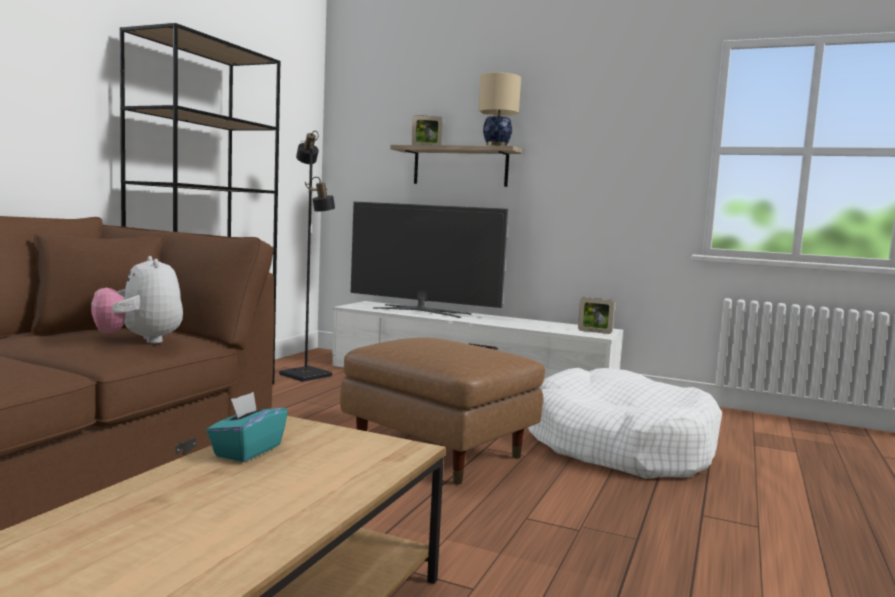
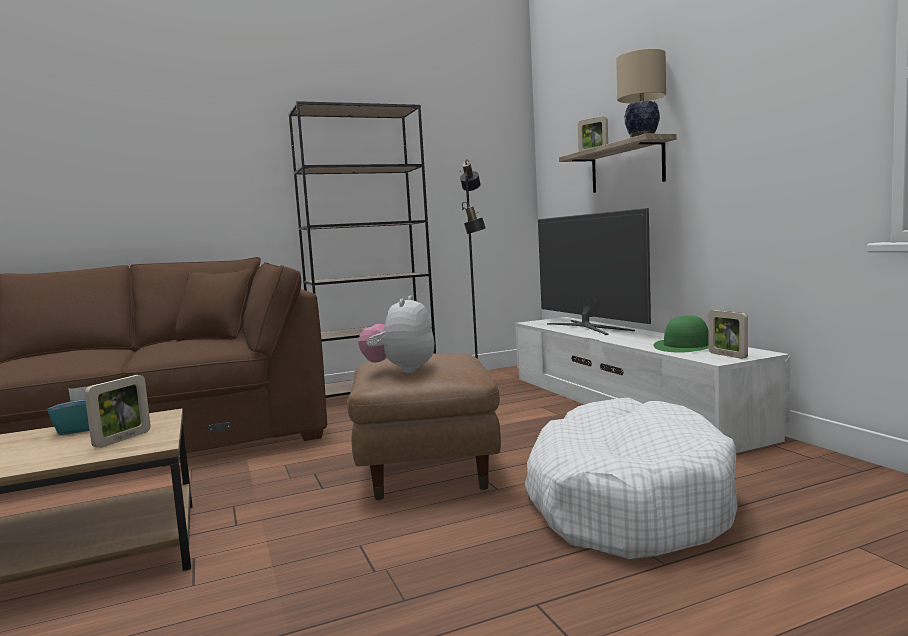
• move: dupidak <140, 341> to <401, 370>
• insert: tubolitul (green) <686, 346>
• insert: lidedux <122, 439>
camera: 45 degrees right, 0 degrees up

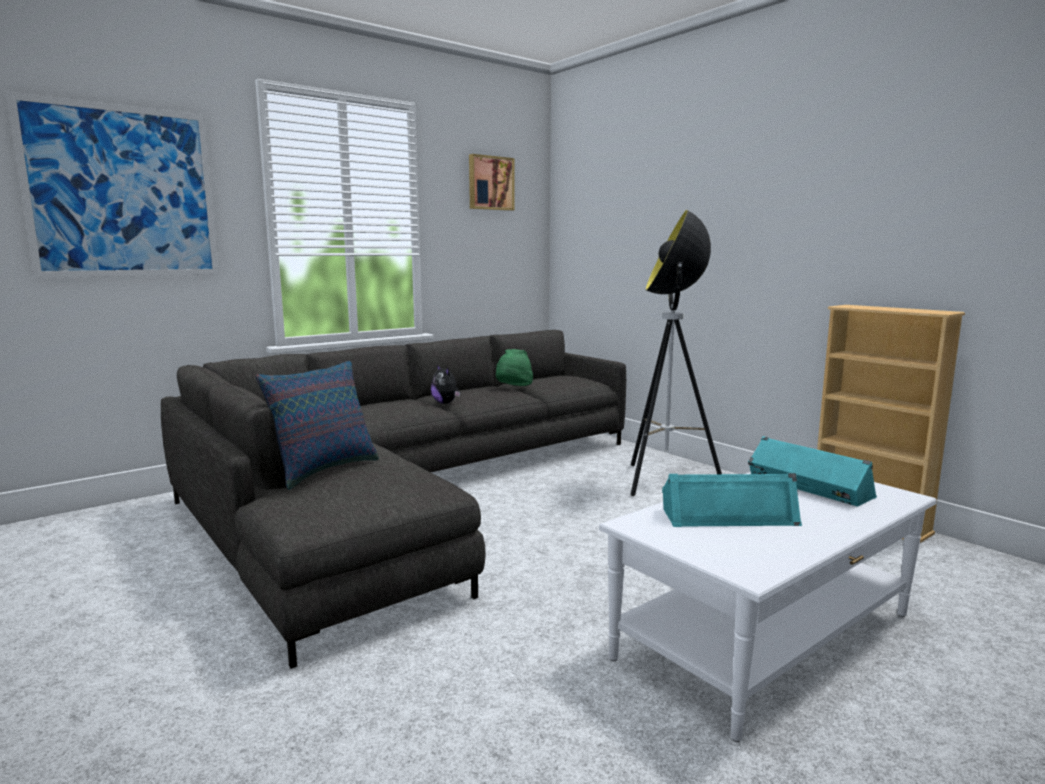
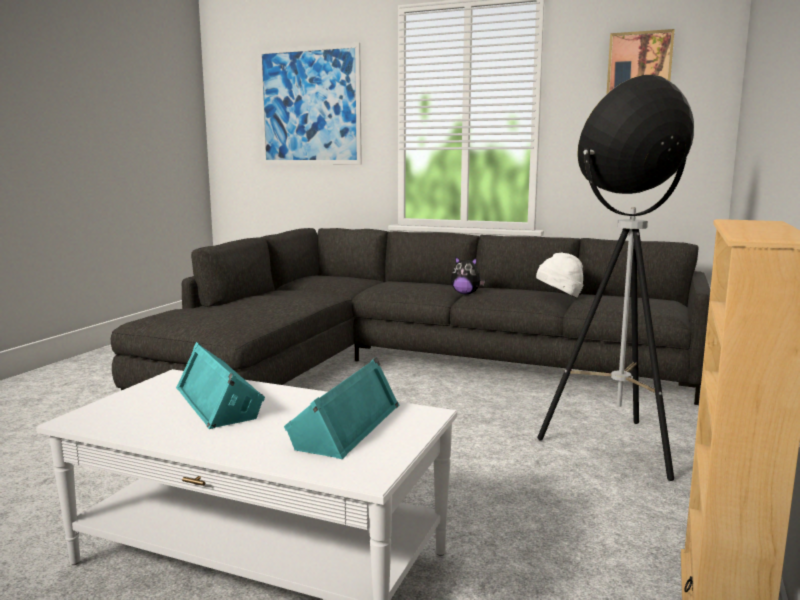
• recolor: tubolitul (green) <513, 388> to tubolitul (white) <559, 297>
• delete: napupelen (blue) <325, 471>
• rotate: dupidak <446, 403> = <466, 294> 90 degrees counterclockwise
camera: 60 degrees right, 0 degrees up

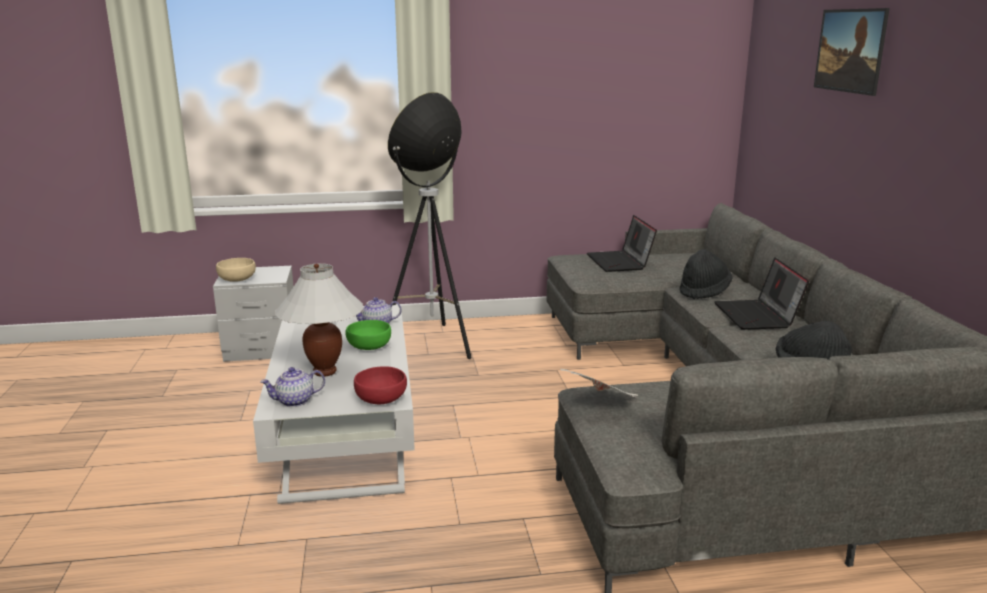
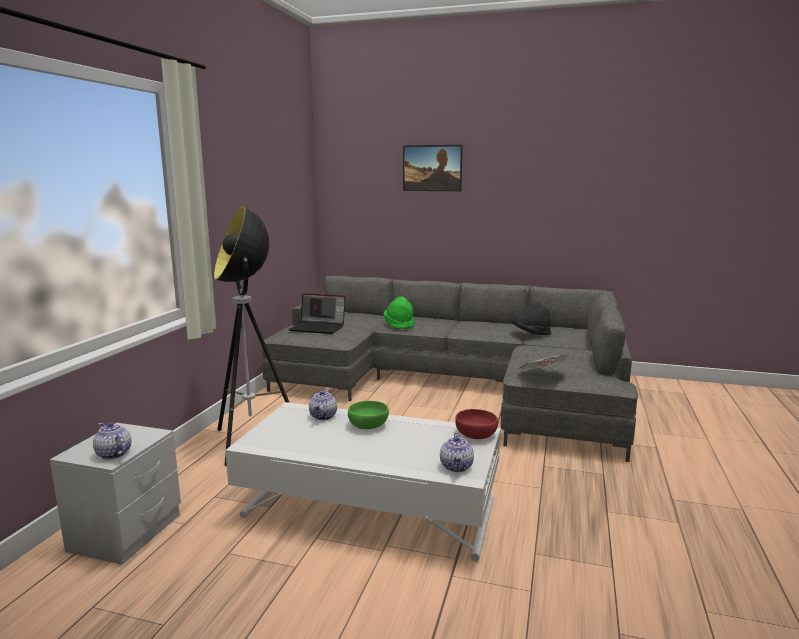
• recolor: tubolitul (black) <704, 292> to tubolitul (green) <399, 324>
• delete: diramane <757, 316>
• replace: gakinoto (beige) <236, 279> to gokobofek <113, 454>
• delete: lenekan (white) <325, 372>
camera: 65 degrees left, 5 degrees down

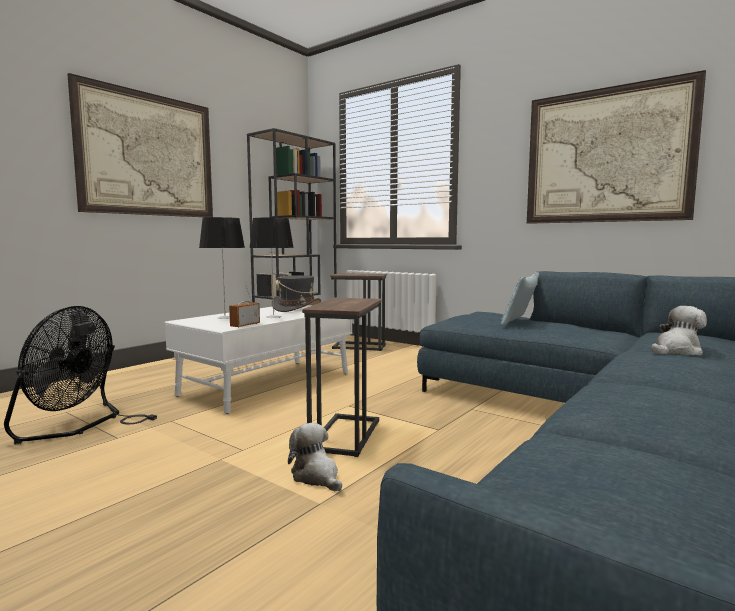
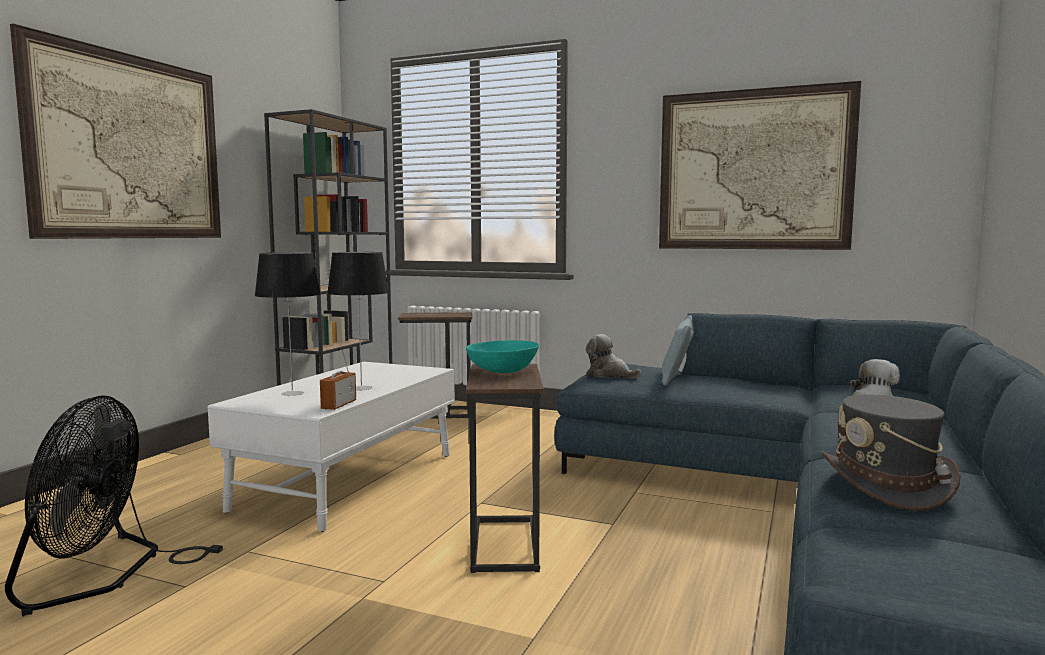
• move: tubolitul (grey) <296, 308> to <886, 485>
• move: dupidak <316, 476> to <609, 375>
• insert: gakinoto (turquoise) <503, 370>
camera: 15 degrees left, 0 degrees up

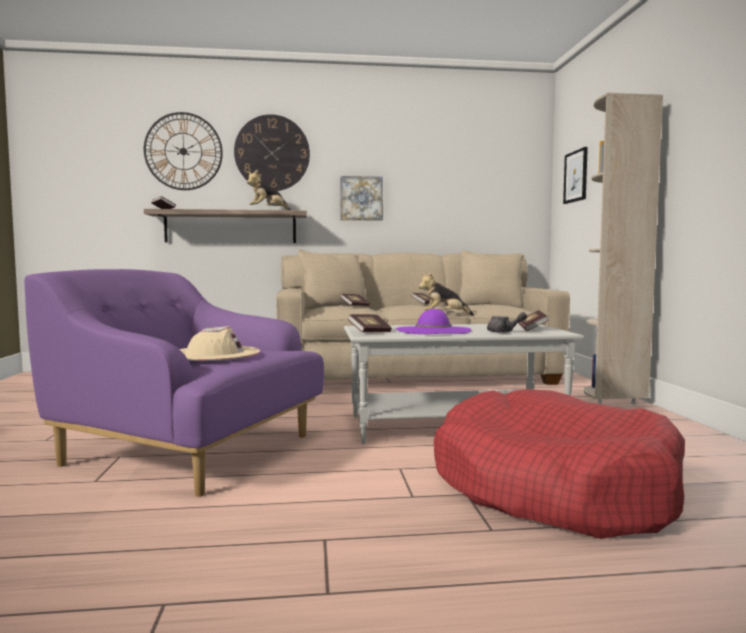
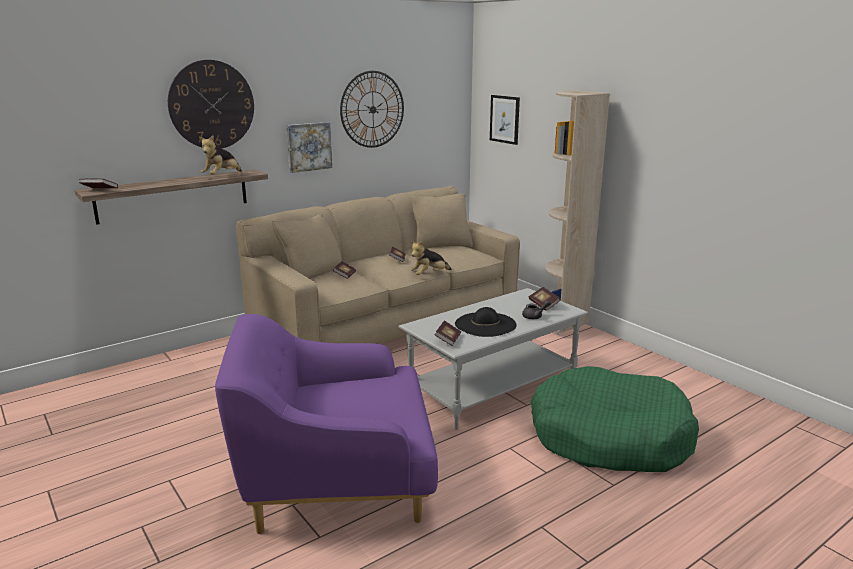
• move: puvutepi <183, 151> to <372, 109>
• recolor: tubolitul (purple) <433, 330> to tubolitul (black) <485, 324>
• delete: tubolitul (beige) <214, 354>
• recolor: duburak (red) <551, 487> to duburak (green) <609, 437>
camera: 30 degrees left, 15 degrees up

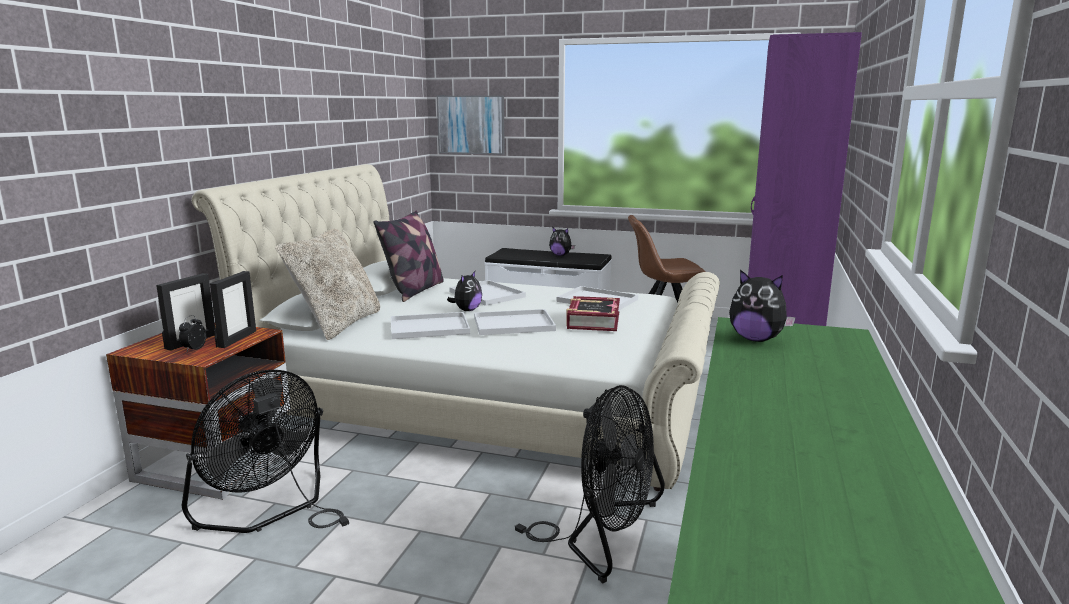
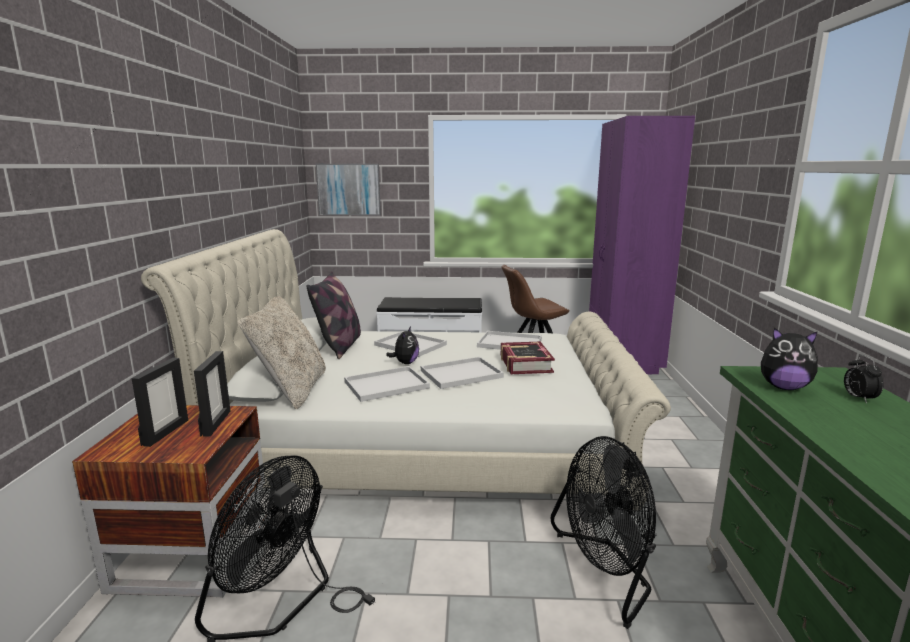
• delete: dupidak <560, 255>
• move: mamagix <194, 349> to <858, 398>
• rotate: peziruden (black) <600, 534> = <610, 567> 150 degrees clockwise
camera: 15 degrees left, 0 degrees up

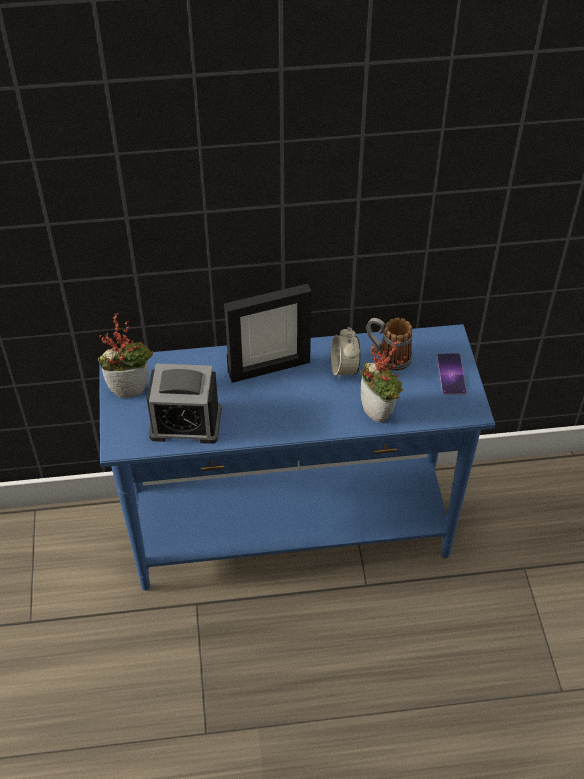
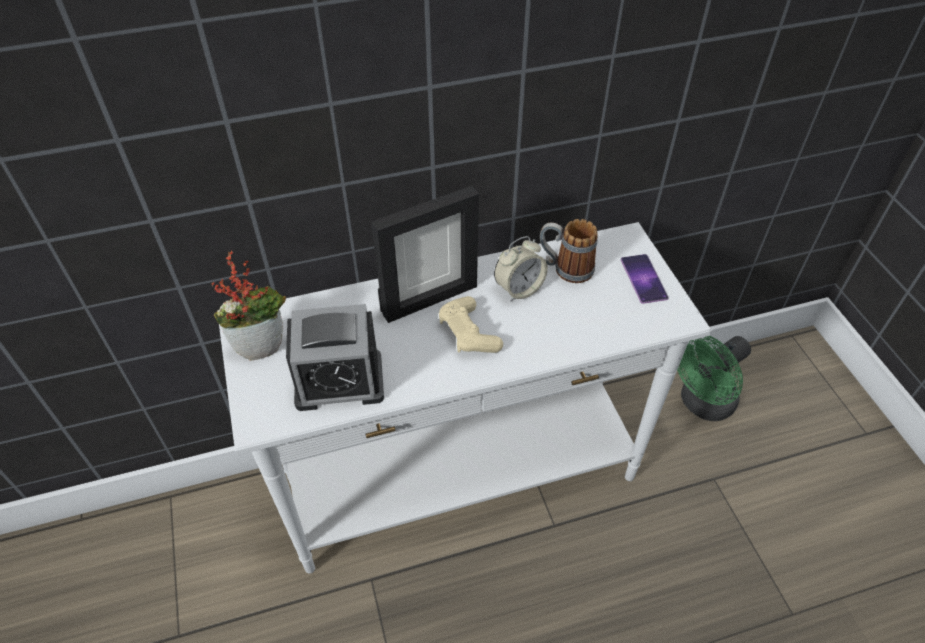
• recolor: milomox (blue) <293, 532> to milomox (white) <463, 477>
• rotate: mamagix <344, 369> = <519, 289> 105 degrees counterclockwise
• delete: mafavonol <379, 412>
• insert: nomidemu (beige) <468, 333>
• insert: peziruden (green) <701, 404>
camera: 10 degrees left, 0 degrees up

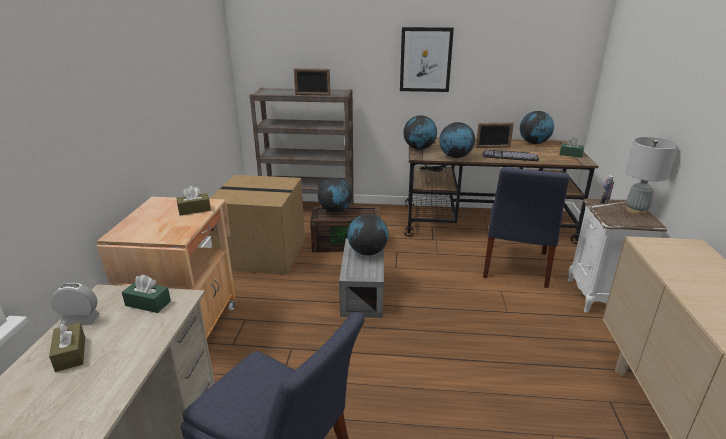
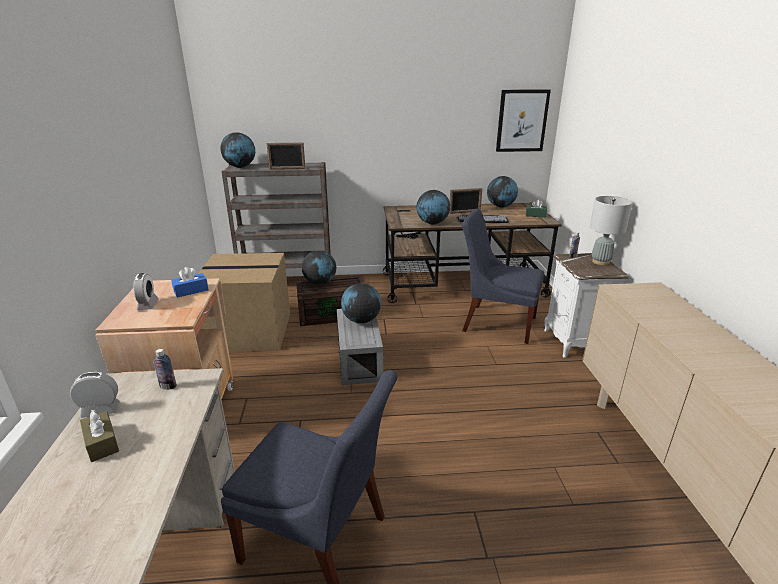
• move: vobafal <425, 60> to <522, 121>
• move: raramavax <419, 148> to <240, 167>
• rotate: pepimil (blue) <515, 267> = <495, 323> 105 degrees clockwise
• recolor: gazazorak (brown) <194, 210> to gazazorak (blue) <191, 291>
• replace: gazazorak (green) <148, 303> to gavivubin <168, 386>
• insert: mamagix <148, 305>
camera: 10 degrees left, 0 degrees up

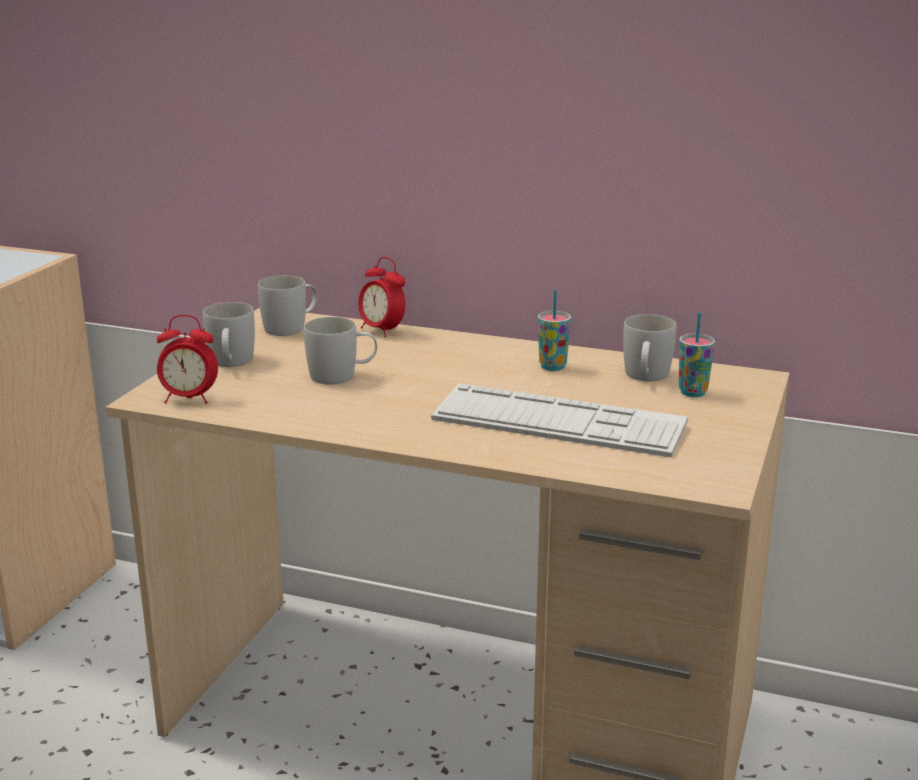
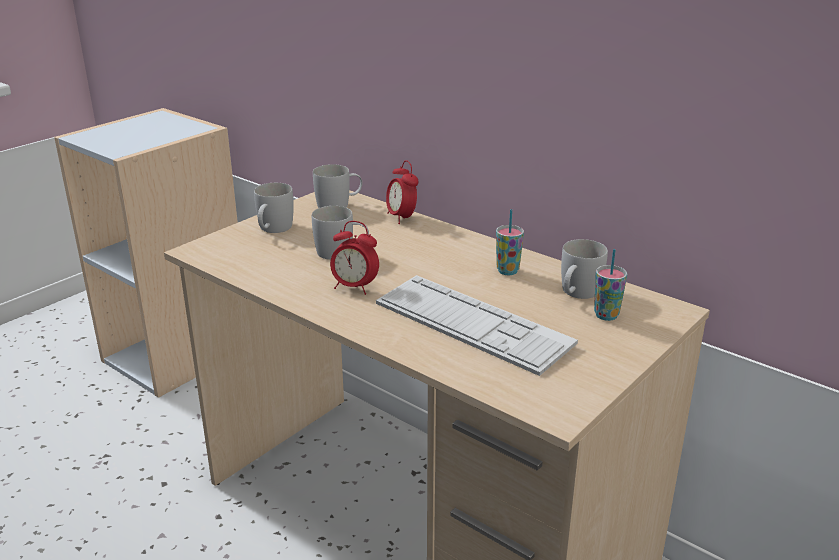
• move: mamagix <189, 399> to <354, 287>
camera: 20 degrees right, 5 degrees up

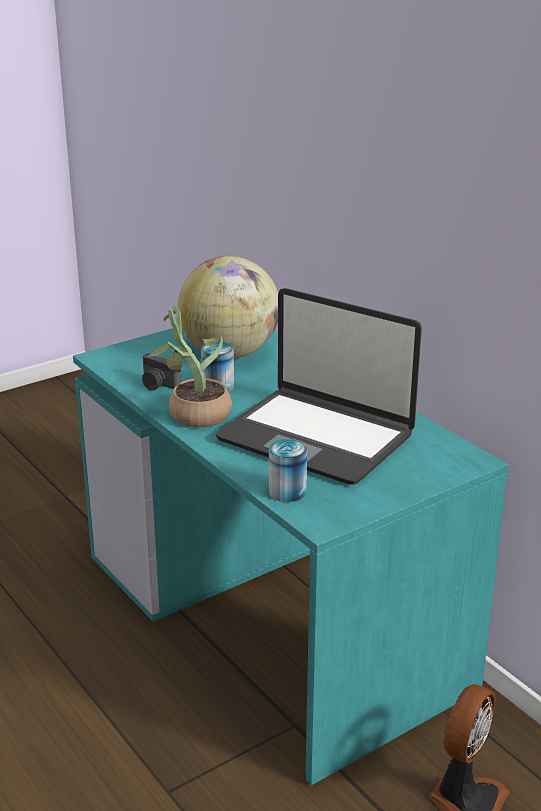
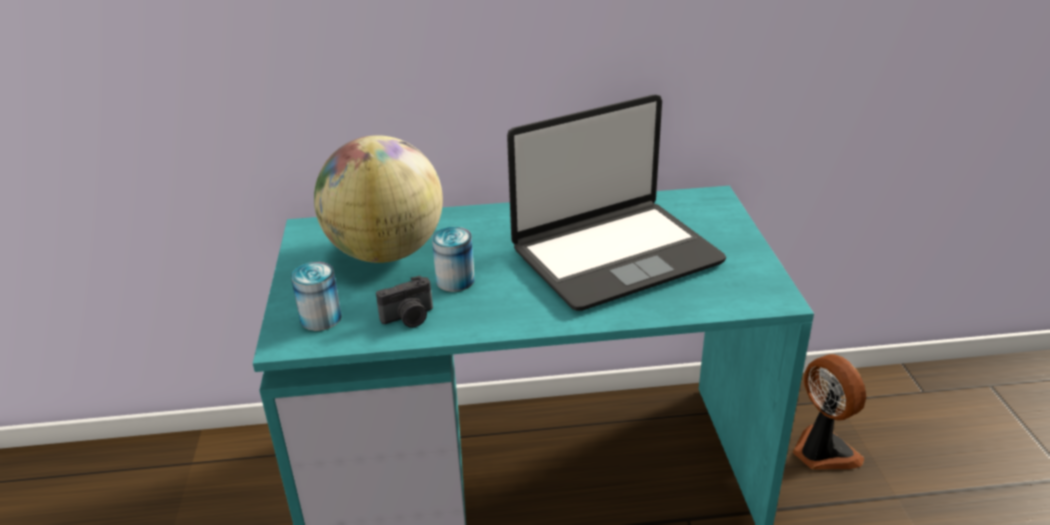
• delete: mafavonol <193, 413>
• move: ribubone <287, 492> to <321, 318>
camera: 60 degrees left, 5 degrees up

